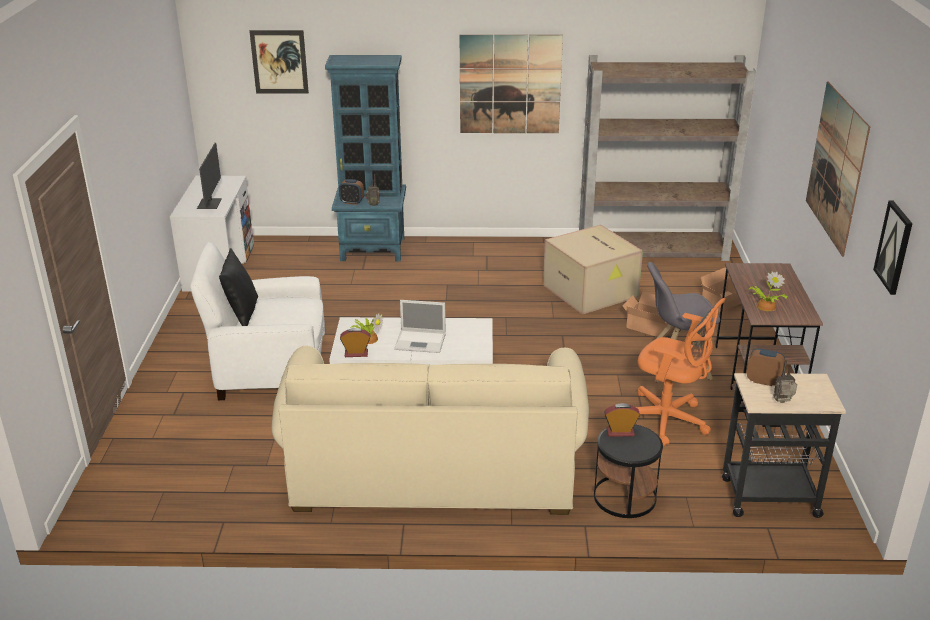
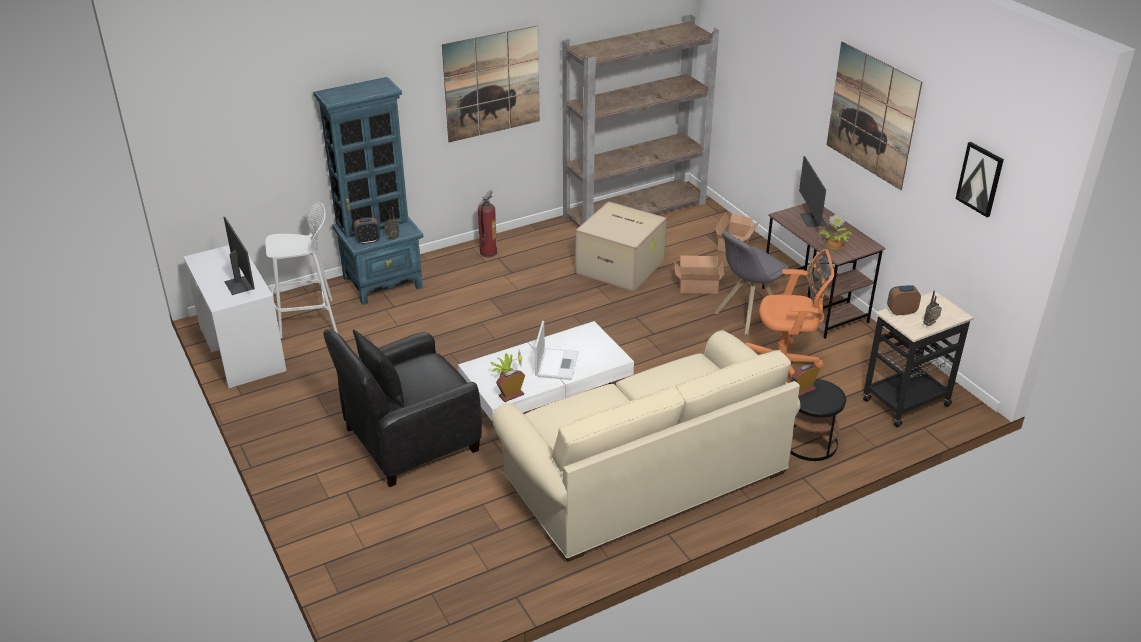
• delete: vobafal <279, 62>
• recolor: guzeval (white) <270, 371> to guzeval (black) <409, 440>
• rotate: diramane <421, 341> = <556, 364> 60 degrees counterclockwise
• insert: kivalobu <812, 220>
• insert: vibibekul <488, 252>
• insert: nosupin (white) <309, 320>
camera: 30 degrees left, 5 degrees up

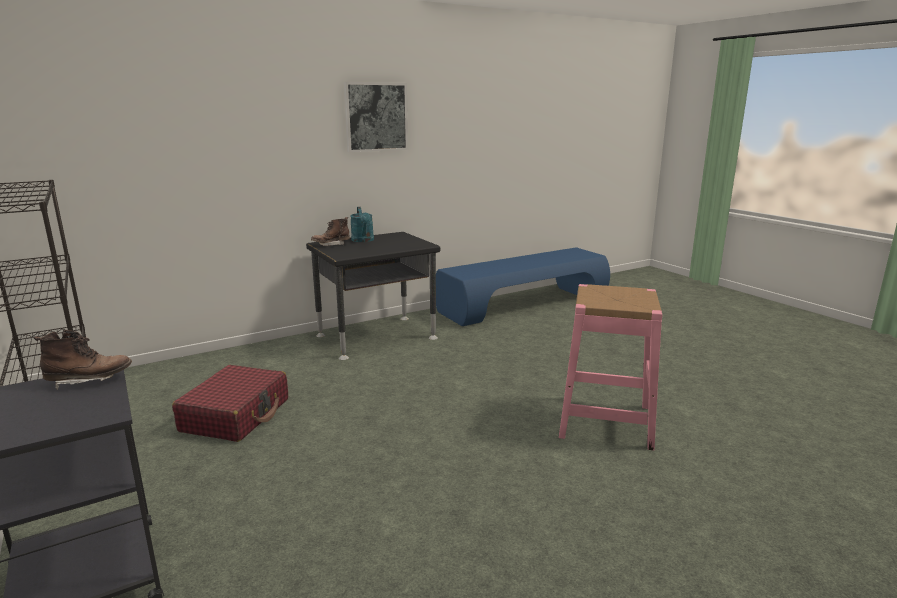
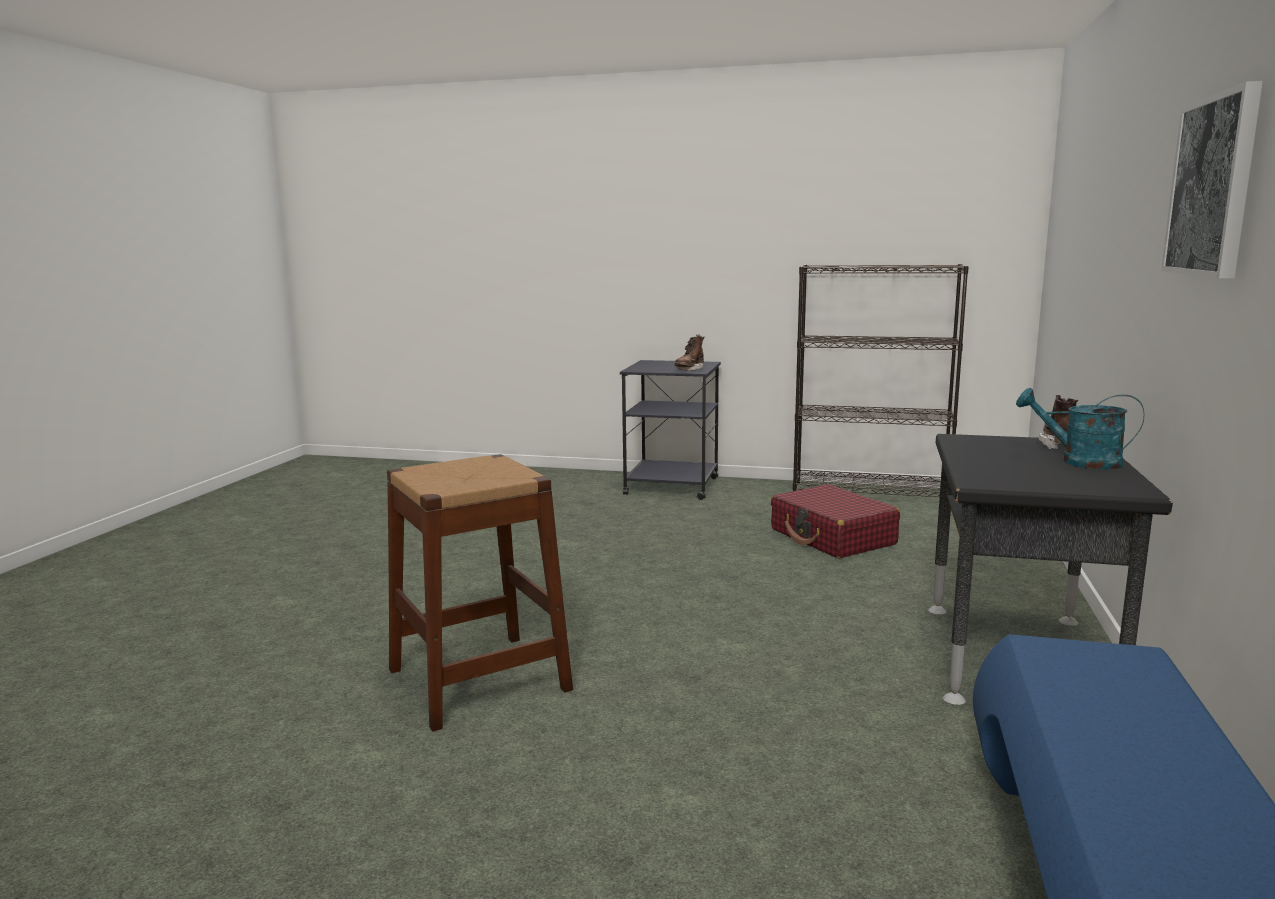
• recolor: nosupin (pink) <605, 421> to nosupin (brown) <478, 679>
camera: 135 degrees right, 5 degrees down

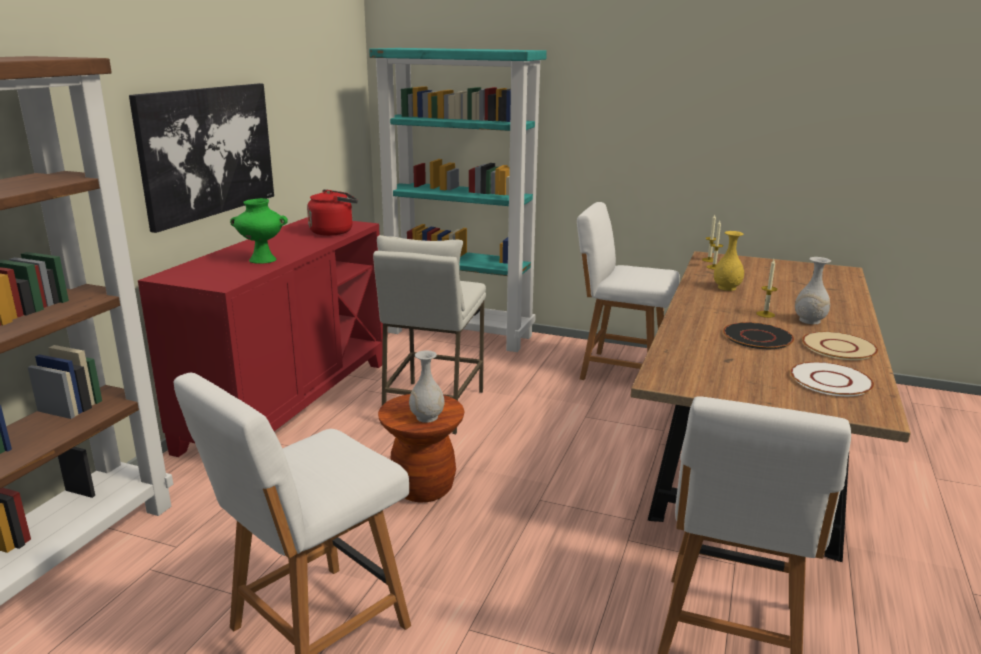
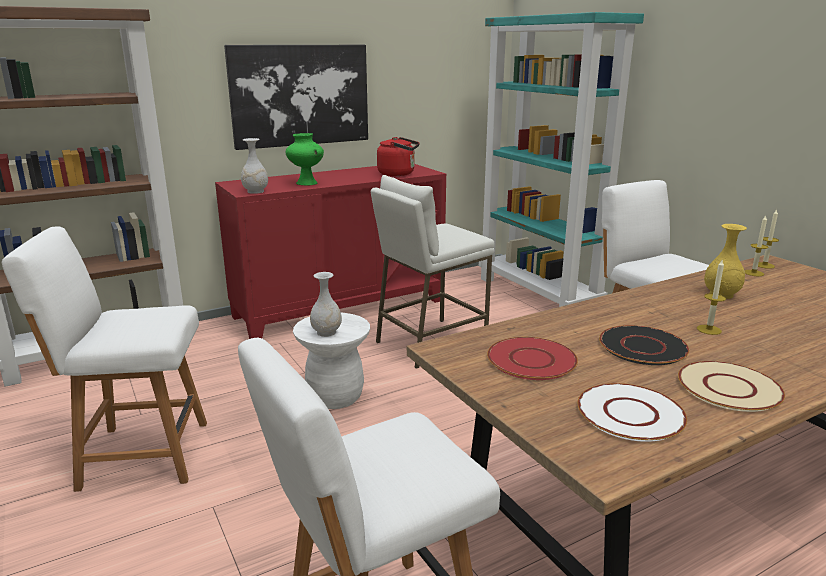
• move: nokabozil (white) <809, 321> to <255, 191>
• recolor: nosupin (brown) <423, 488> to nosupin (white) <335, 397>
• insert: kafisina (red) <532, 360>
camera: 40 degrees right, 0 degrees up

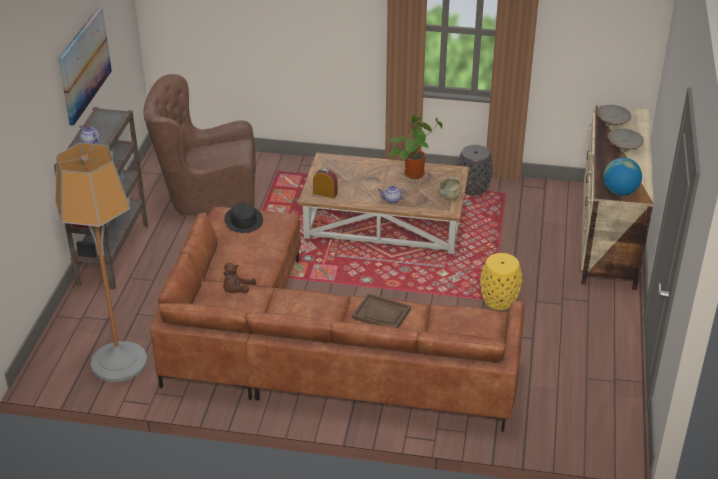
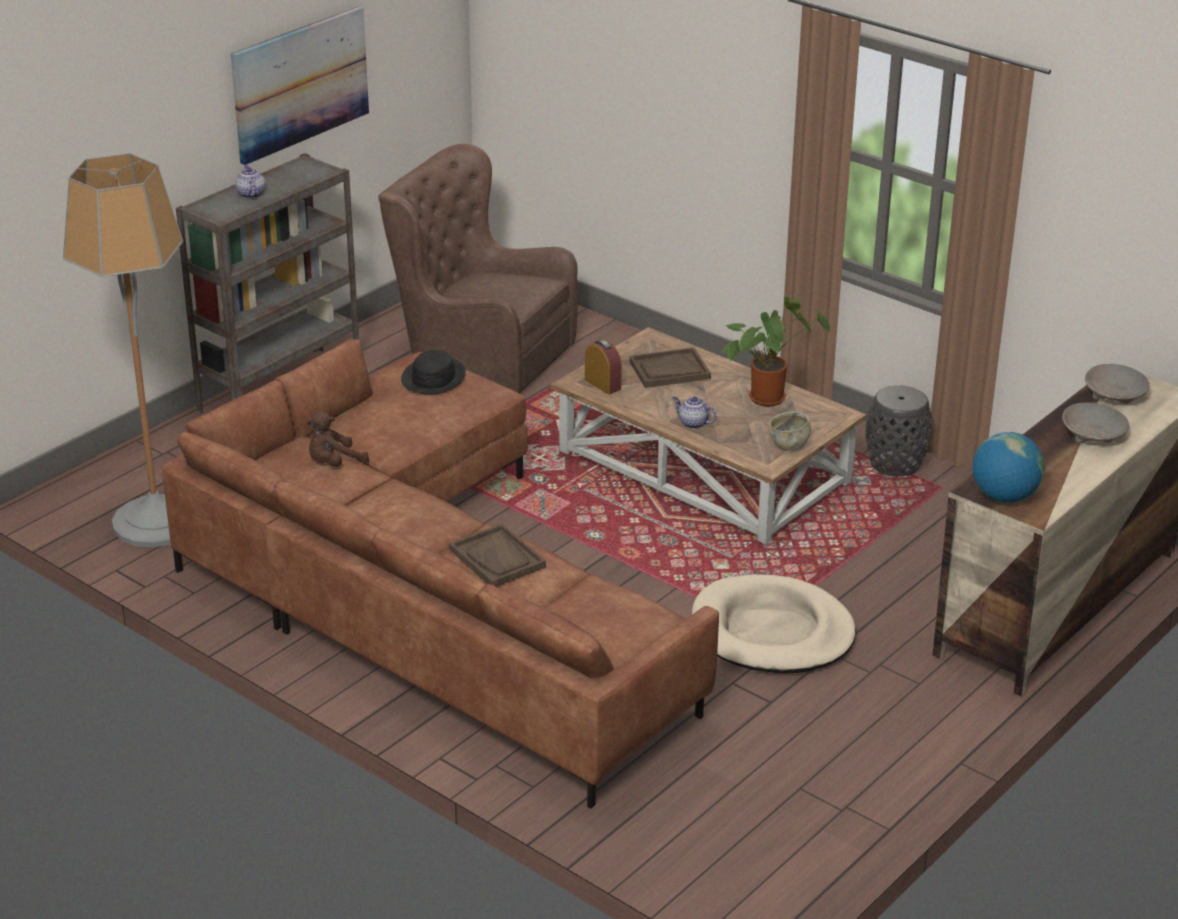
• replace: nosupin (yellow) <499, 300> to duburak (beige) <772, 632>
• insert: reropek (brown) <669, 370>
camera: 30 degrees right, 5 degrees down

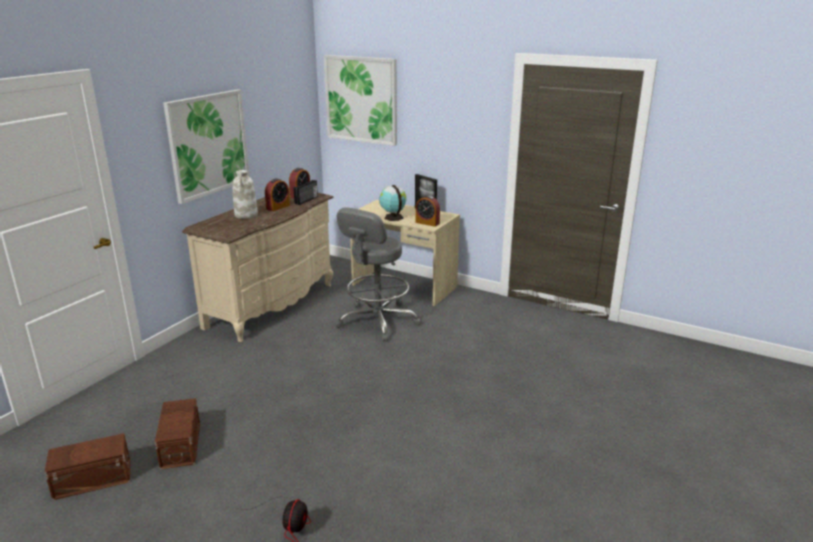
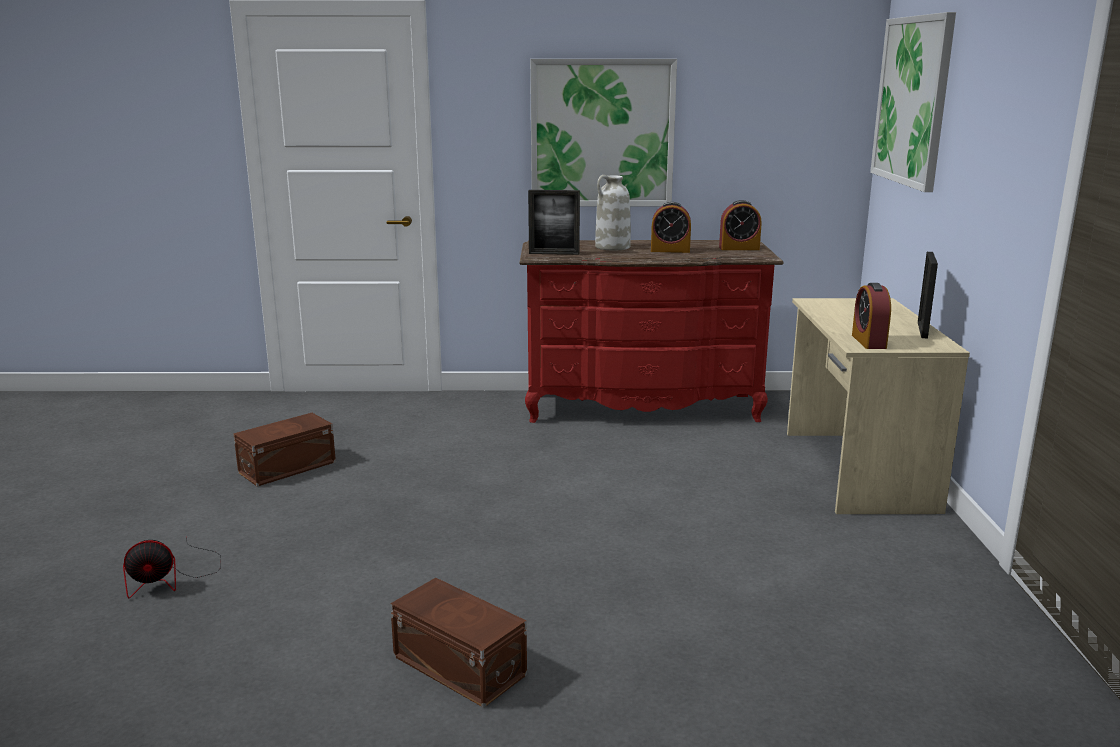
• delete: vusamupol <306, 200>
• delete: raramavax <393, 217>
• recolor: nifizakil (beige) <273, 306> to nifizakil (red) <643, 409>
• delete: nosupin (grey) <377, 322>
• move: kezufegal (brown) <91, 479> to <459, 664>
• insert: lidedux <554, 253>
camera: 60 degrees right, 5 degrees down

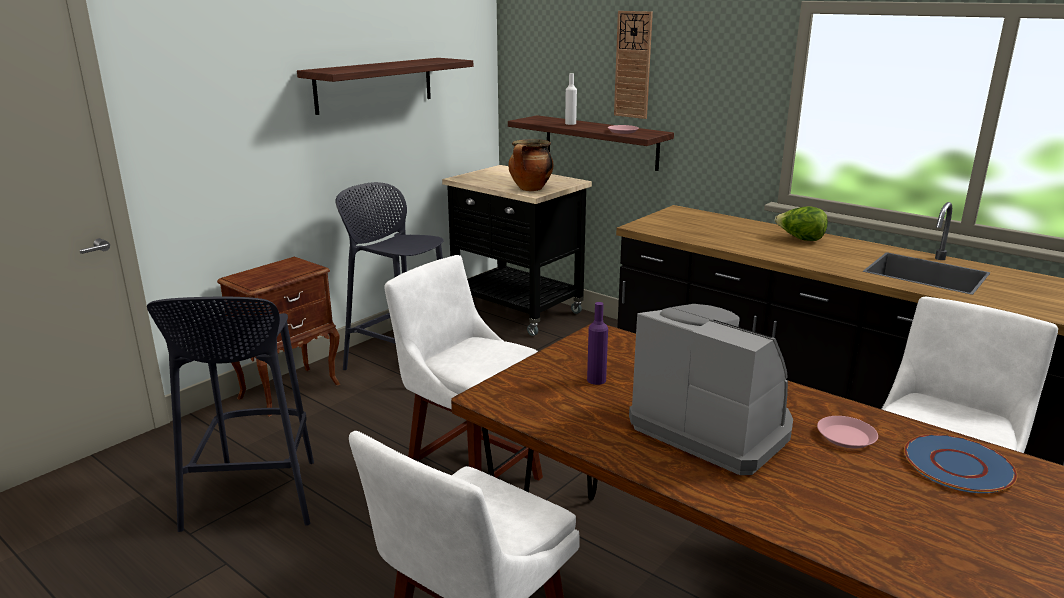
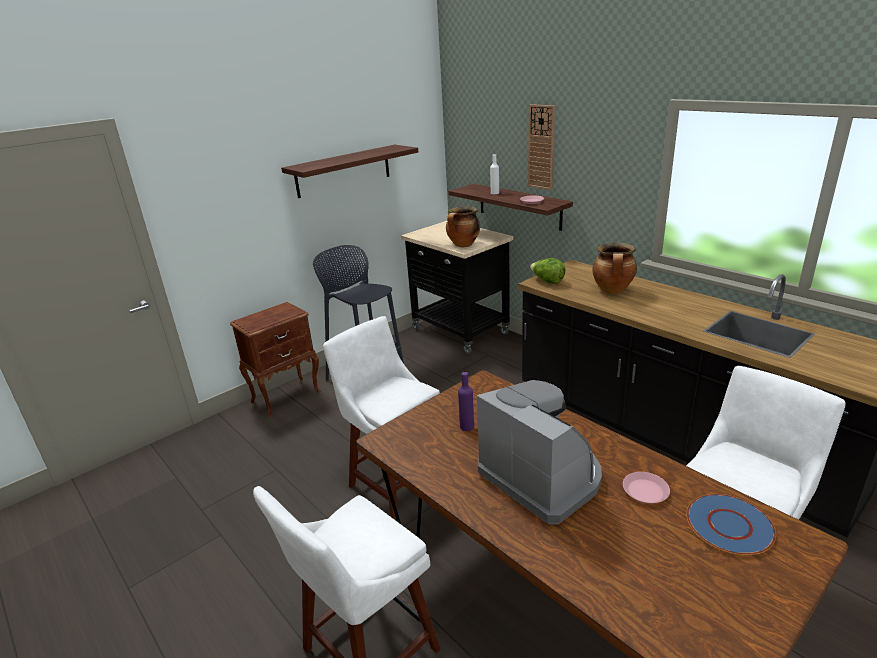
• move: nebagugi <800, 239> to <547, 281>
• delete: nosupin (grey) <256, 497>
• insert: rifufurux <613, 291>
camera: 10 degrees right, 5 degrees up

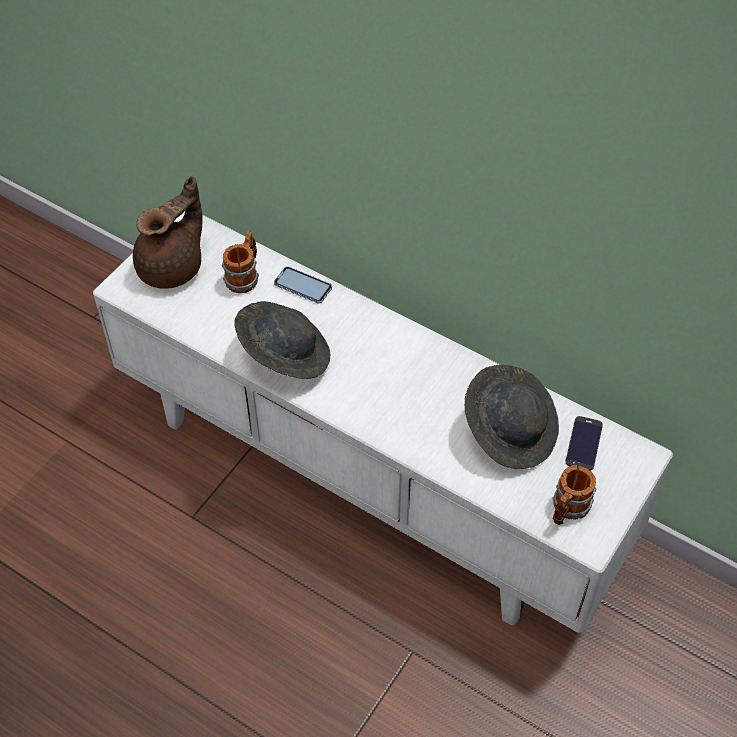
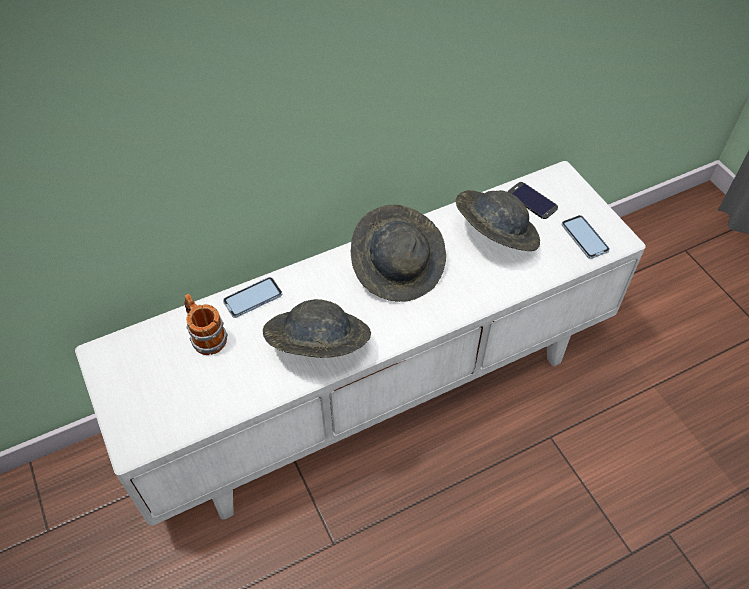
• delete: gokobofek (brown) <173, 267>
• replace: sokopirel <567, 510> to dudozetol <584, 238>
• insert: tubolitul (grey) <398, 267>
camera: 60 degrees left, 0 degrees up

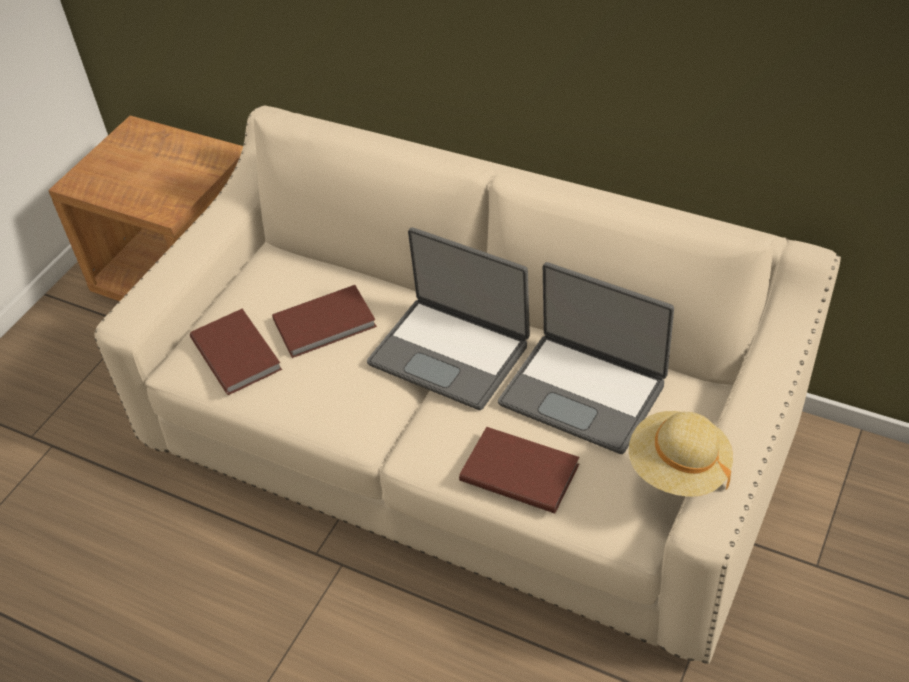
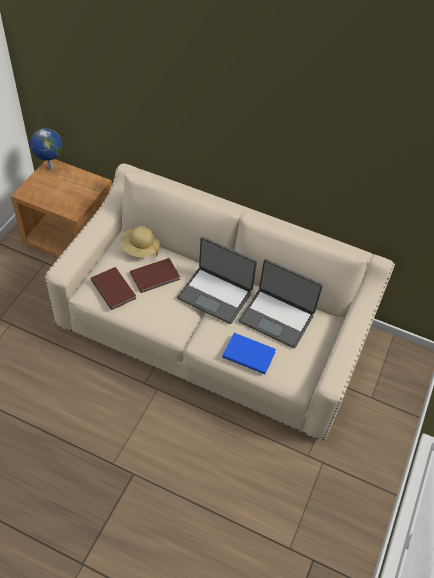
• move: tubolitul (beige) <678, 468> to <140, 248>
• recolor: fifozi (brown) <519, 470> to fifozi (blue) <248, 353>
• insert: raramavax <50, 168>
camera: 10 degrees left, 5 degrees up

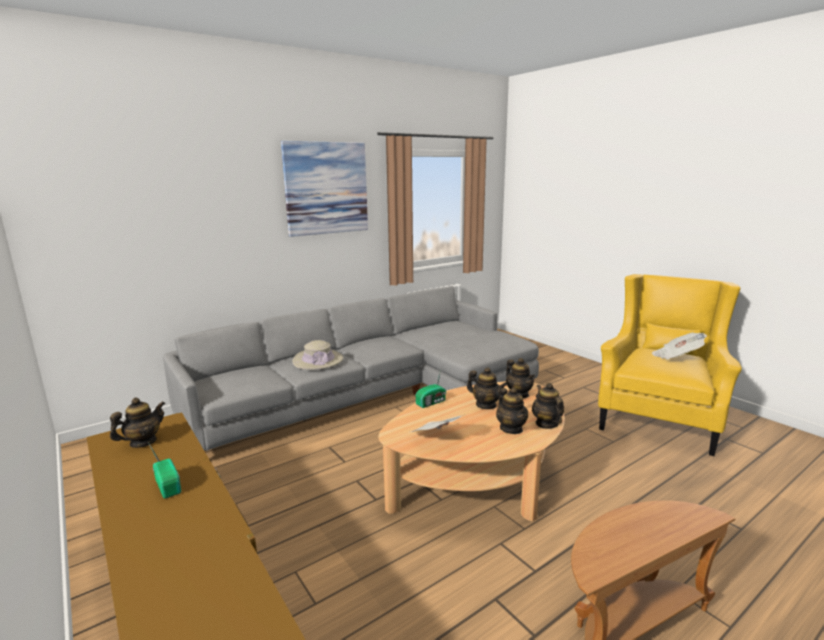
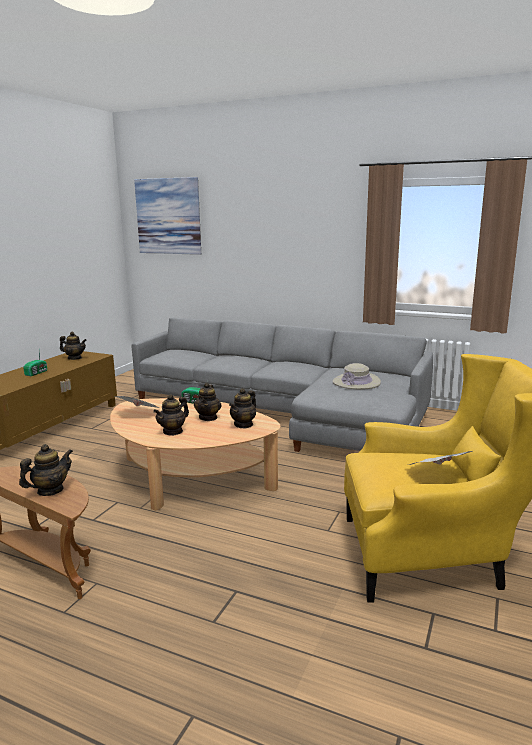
• move: vobafal <326, 188> to <168, 216>
• move: tubolitul (beige) <318, 360> to <356, 382>
• move: gokobofek <546, 424> to <50, 490>
camera: 60 degrees right, 0 degrees up

